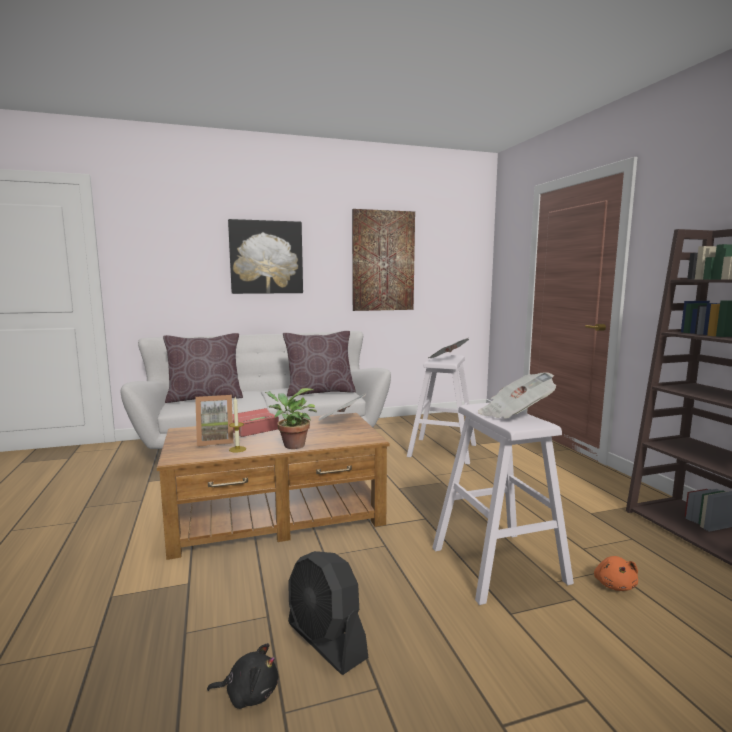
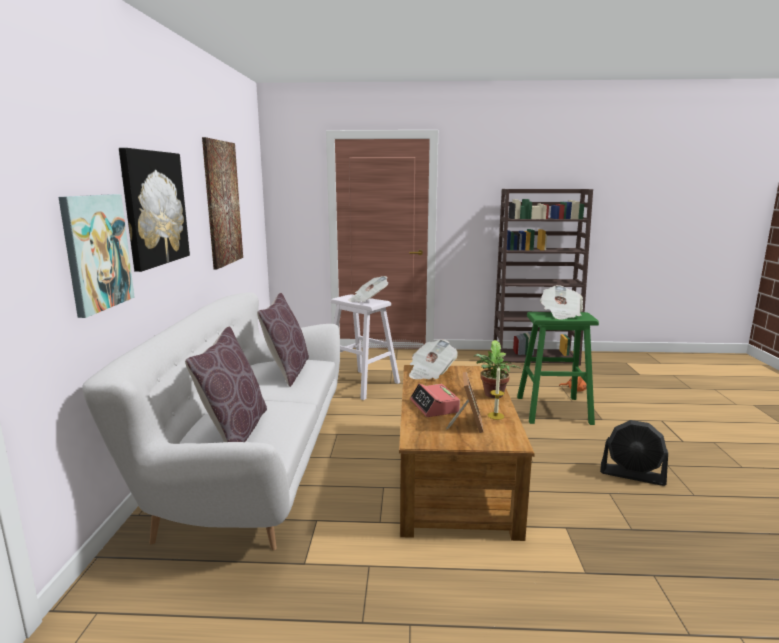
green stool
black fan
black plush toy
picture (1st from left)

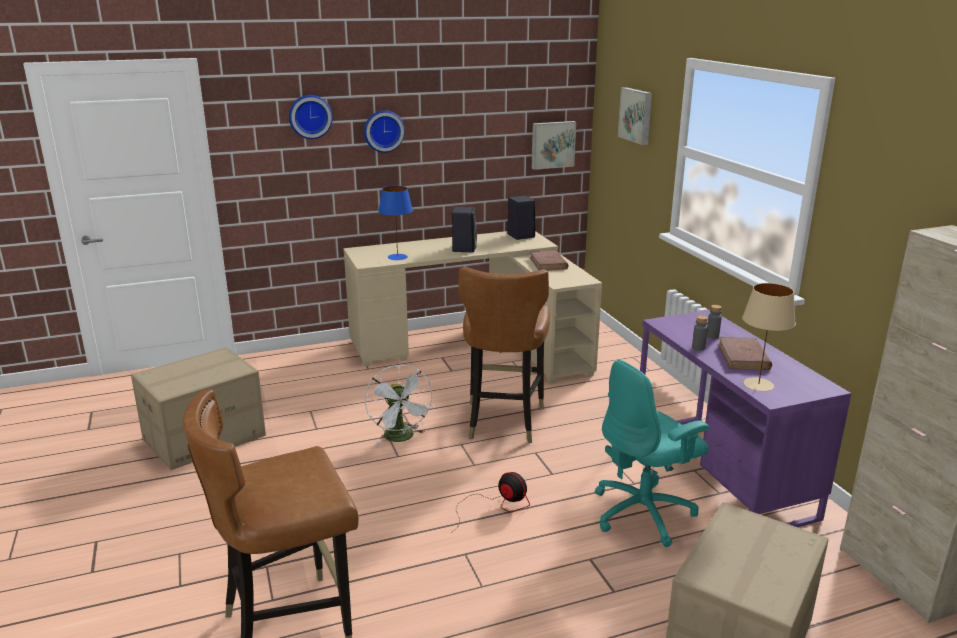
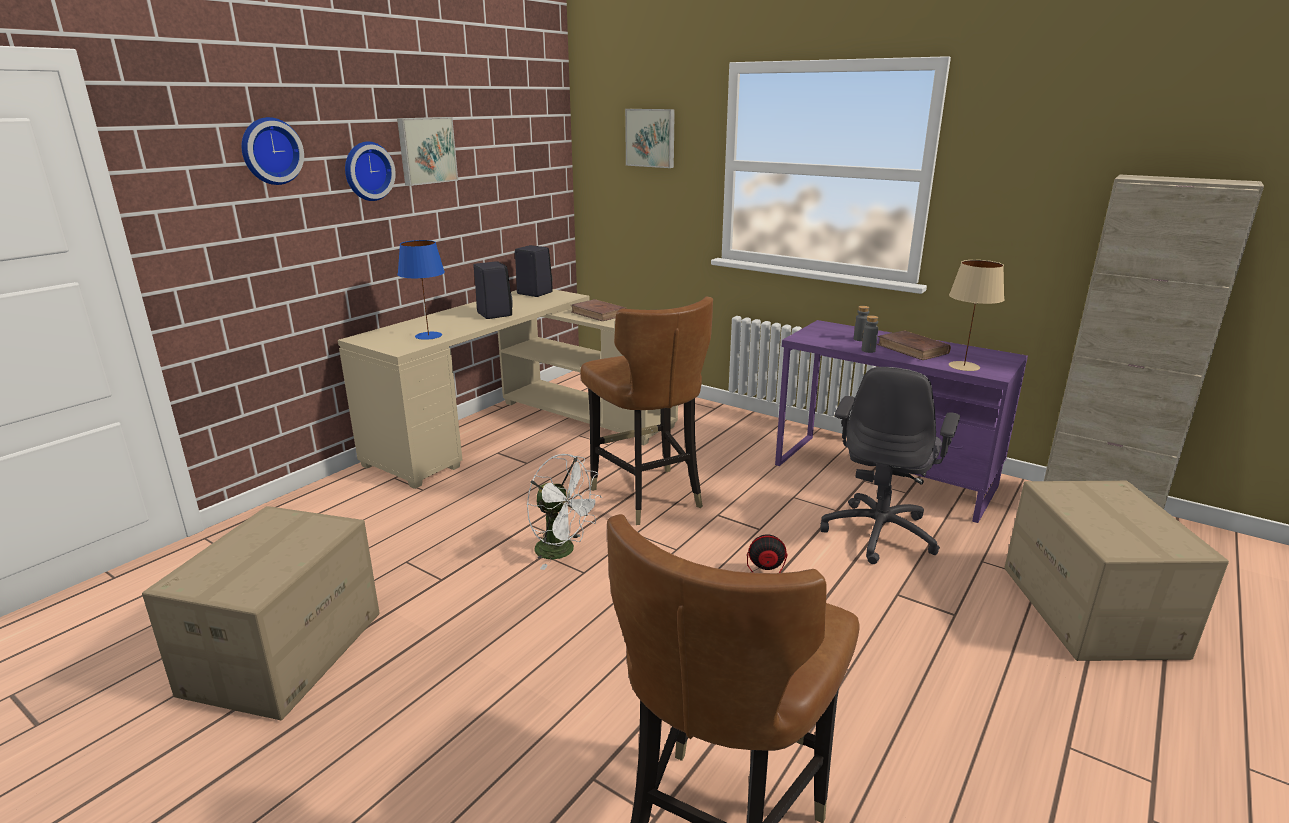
picture (1st from left)
grey office chair

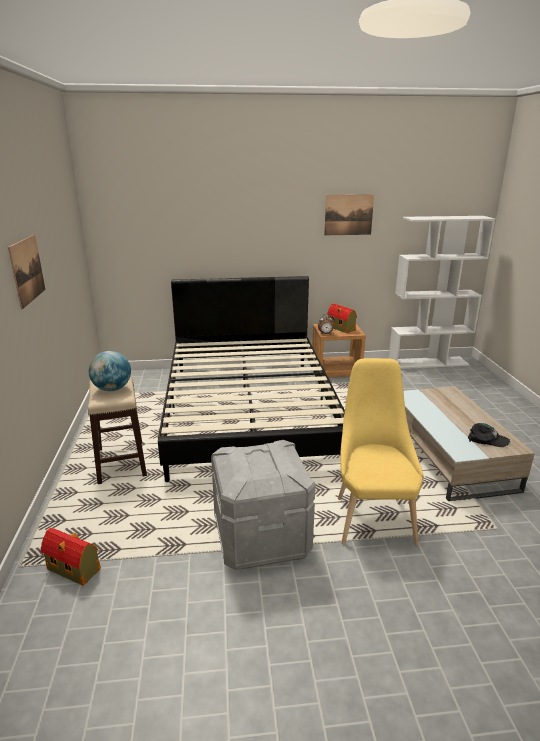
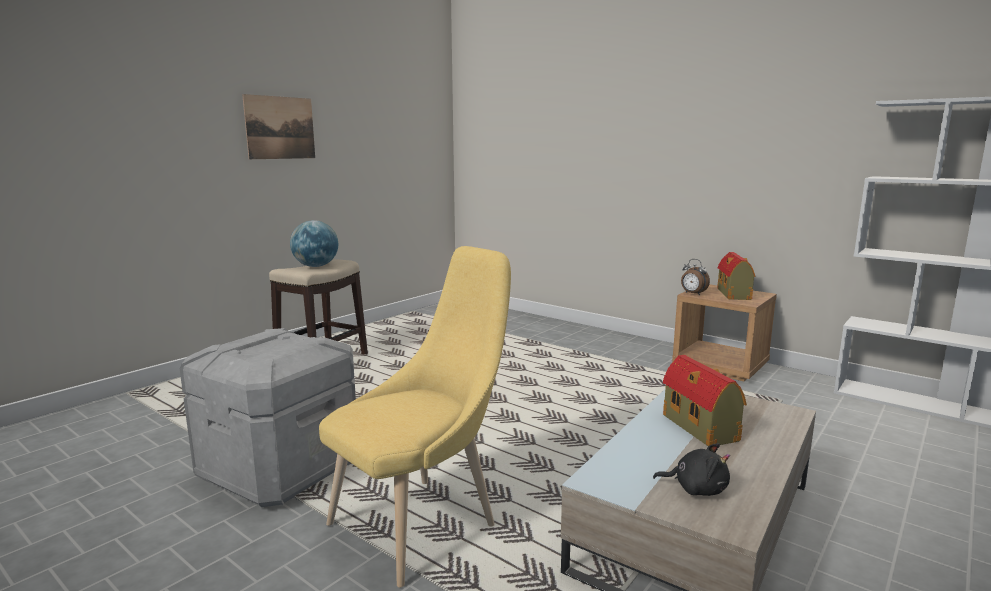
picture (2nd from left in the first image)
black bed
black plush toy
toy house (1st from left)

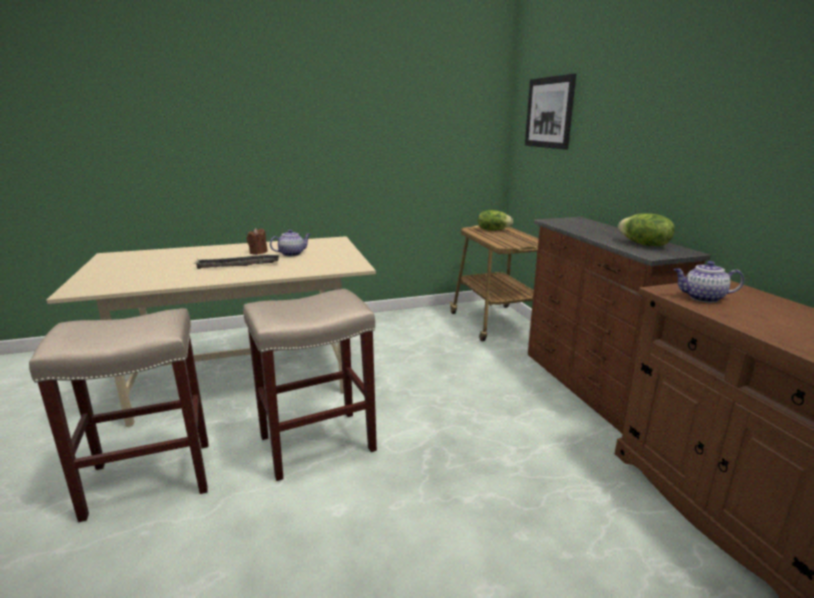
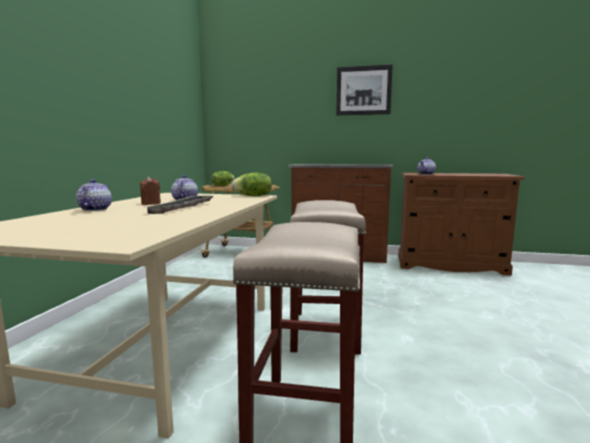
picture
lettuce (2nd from left)
teapot (1st from left)

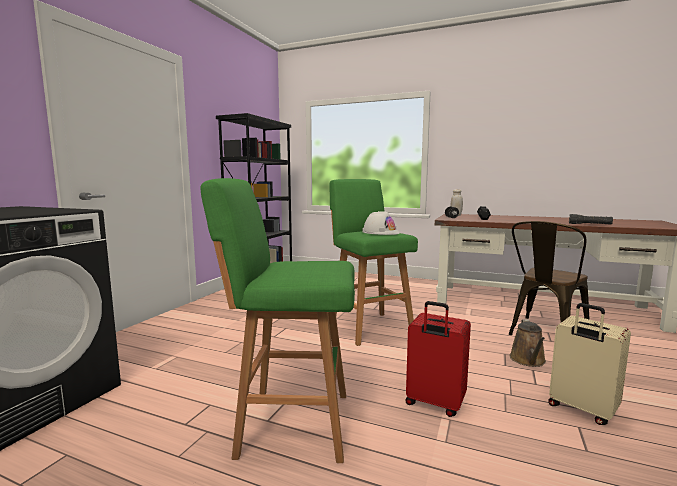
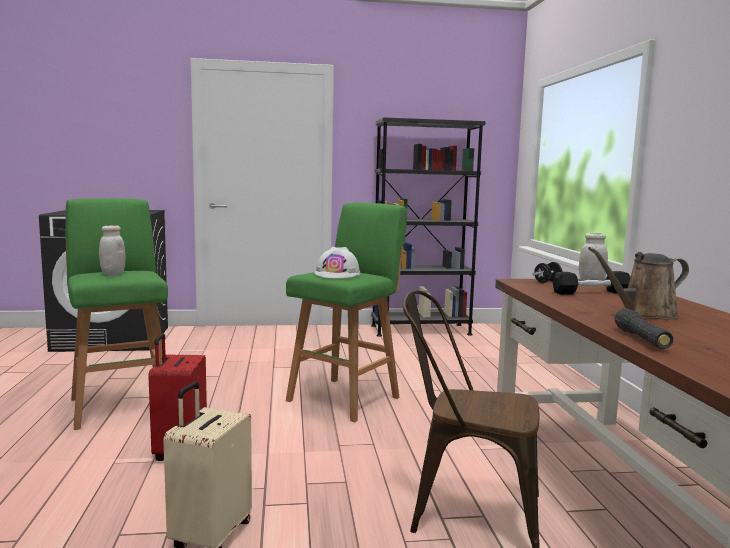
brown watering can
white jar (1st from left)

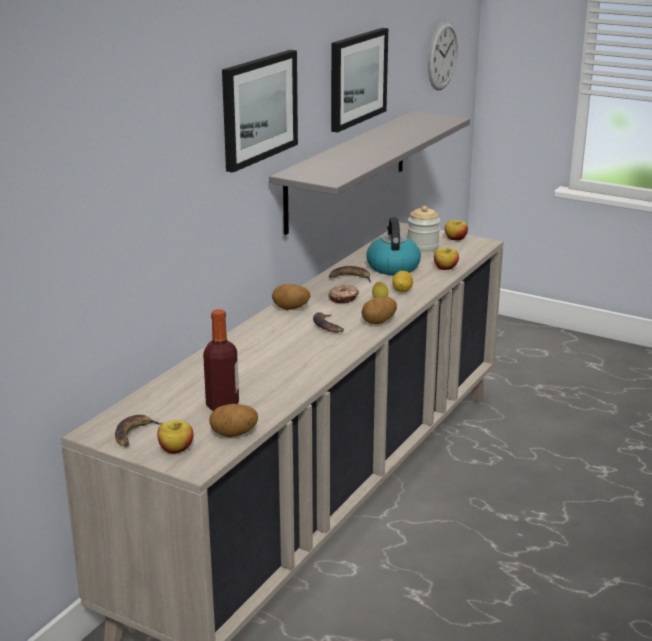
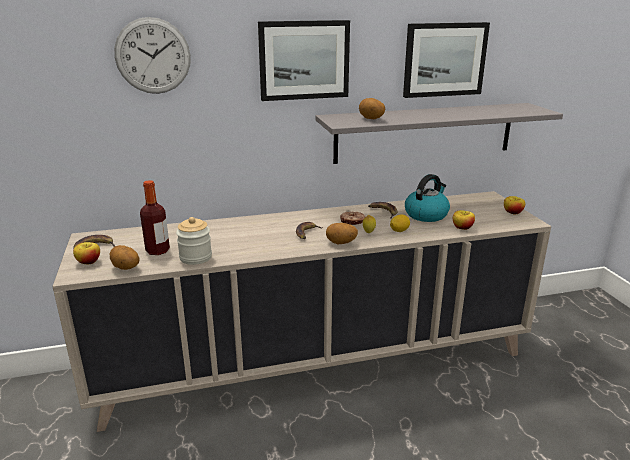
wall clock
jar
potato (3rd from left)

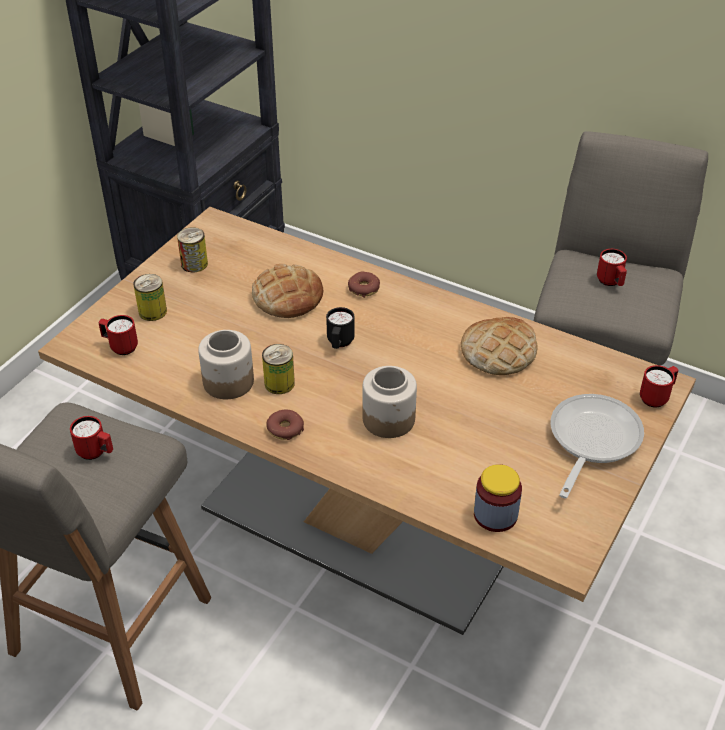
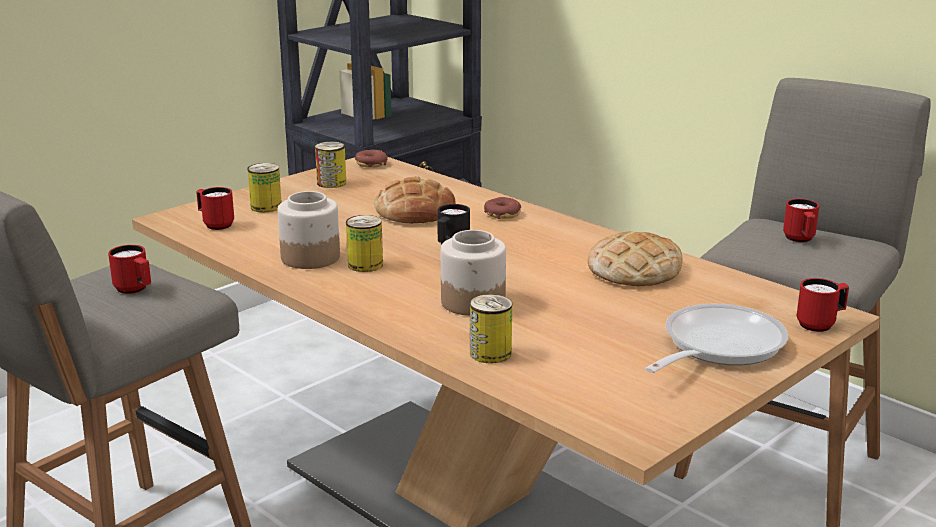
donut (1st from left)
jar (3rd from left in the first image)
can (4th from left)

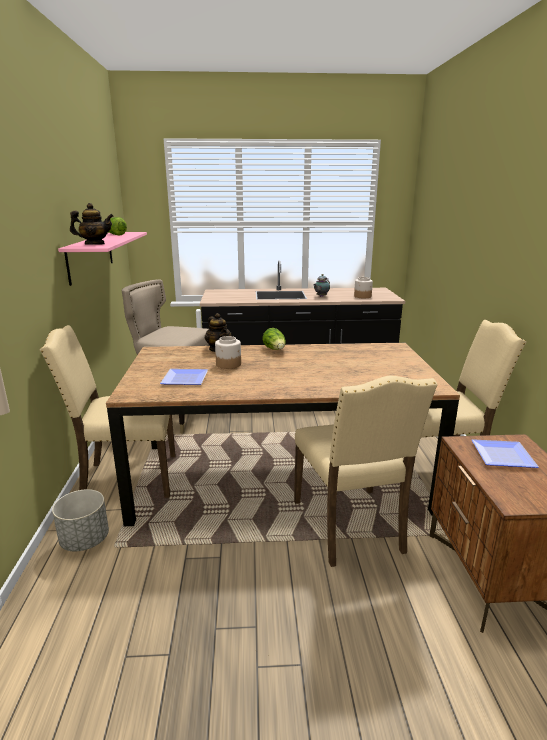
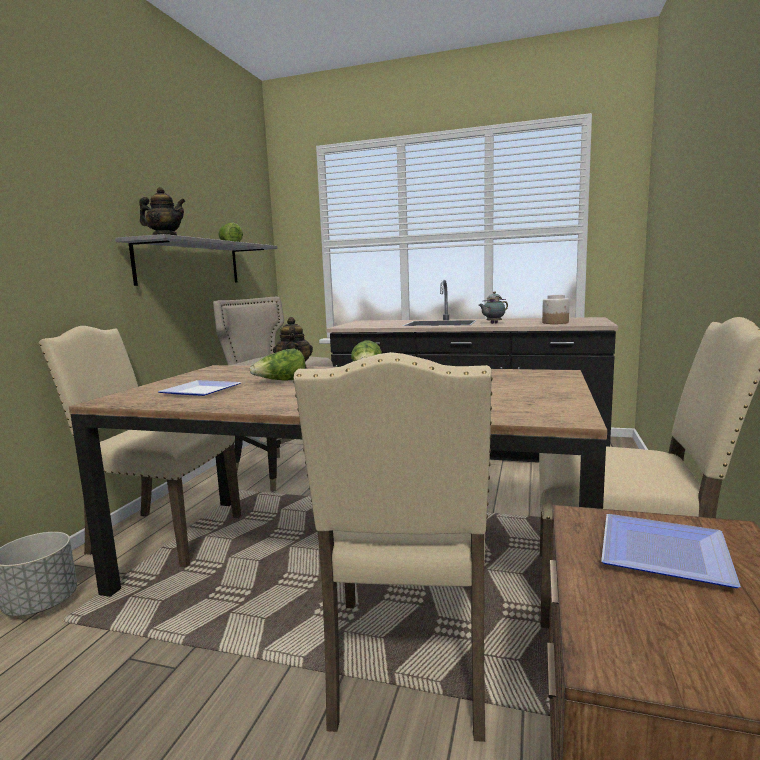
grey shelf
lettuce (2nd from left)

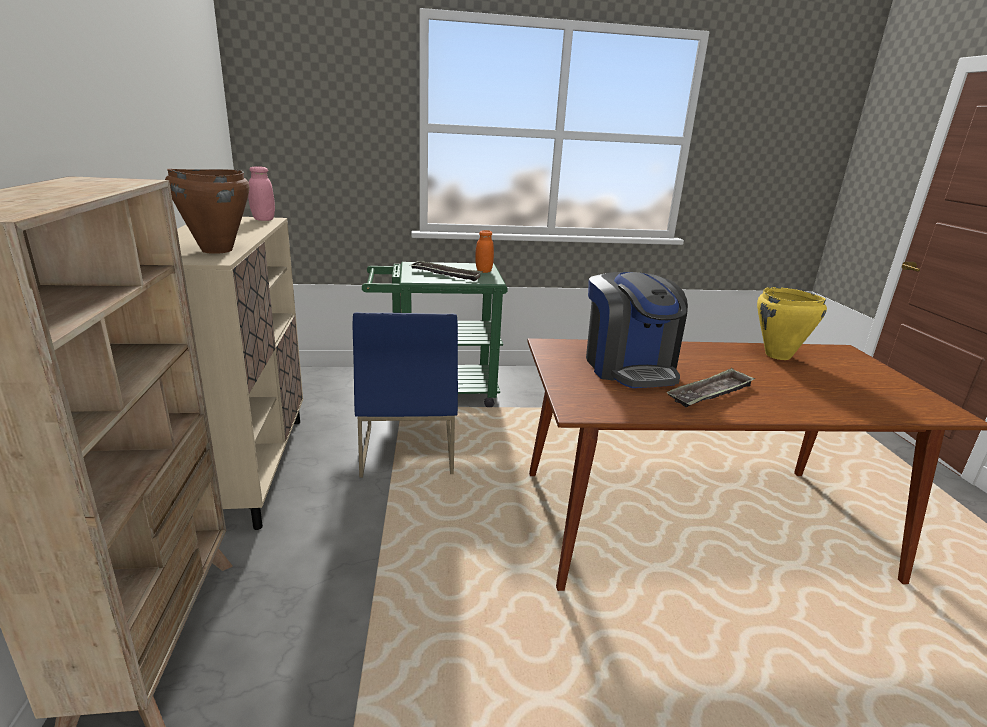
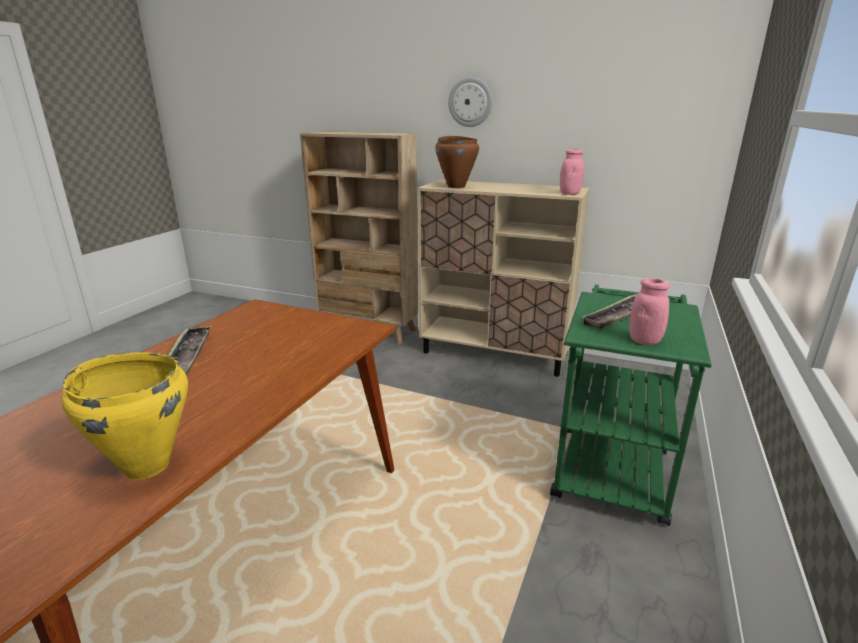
pink jar (2nd from left)
coffee machine
blue chair
wall clock

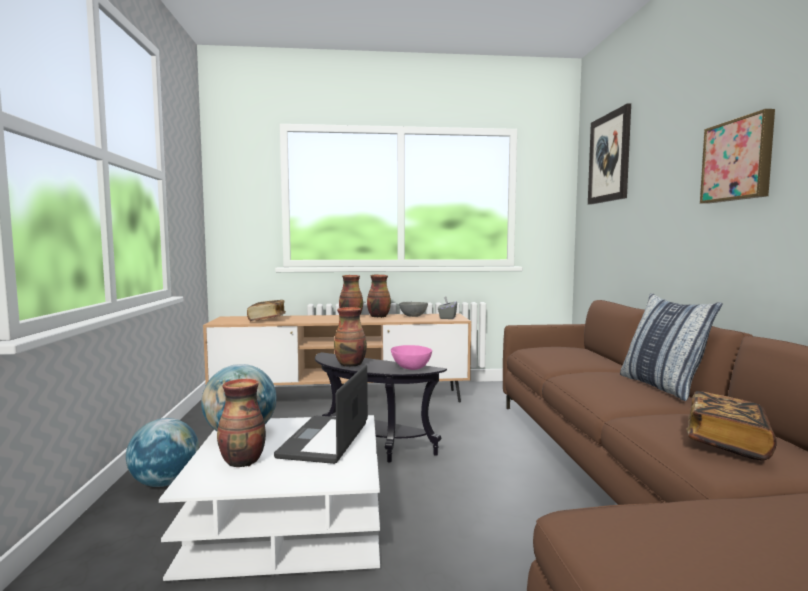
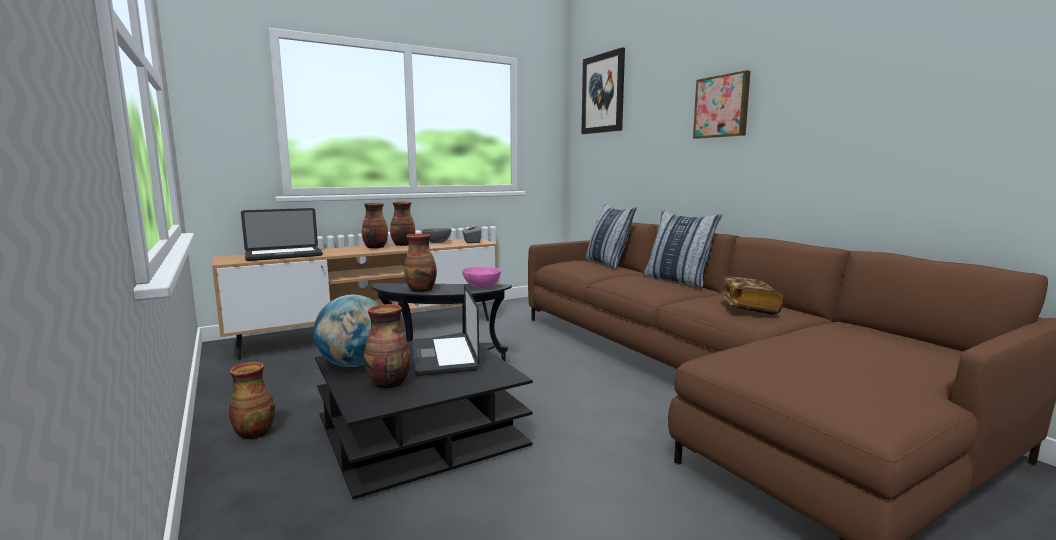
laptop (1st from left)
black coffee table
vase (1st from left)
pillow (1st from left)

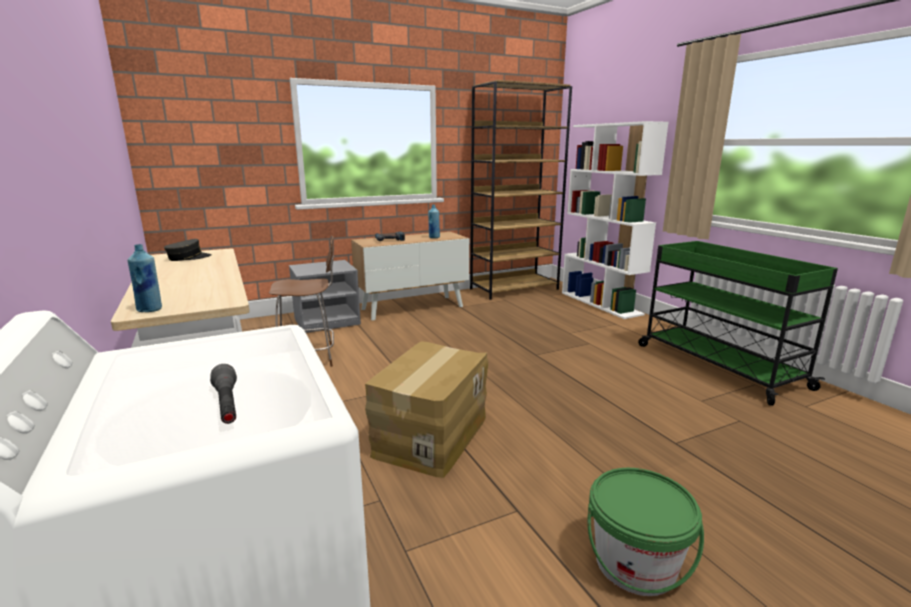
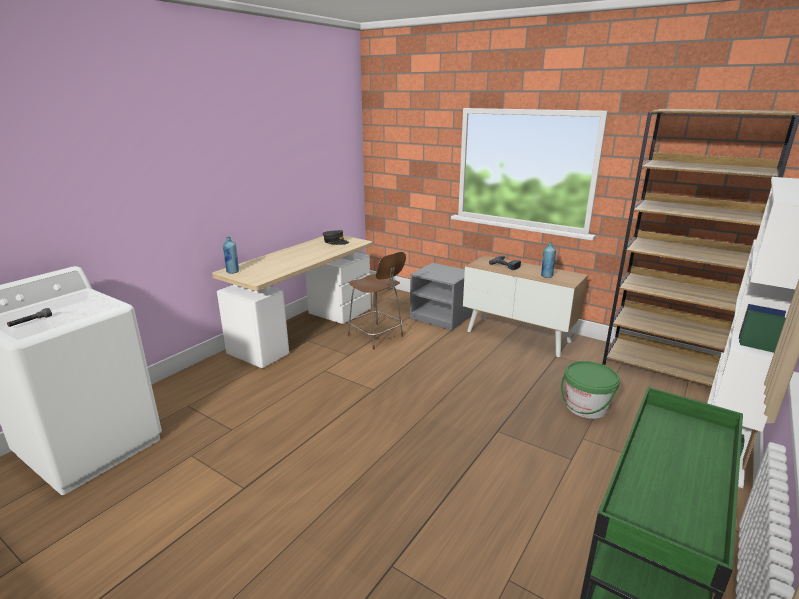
cardboard box
green bucket

